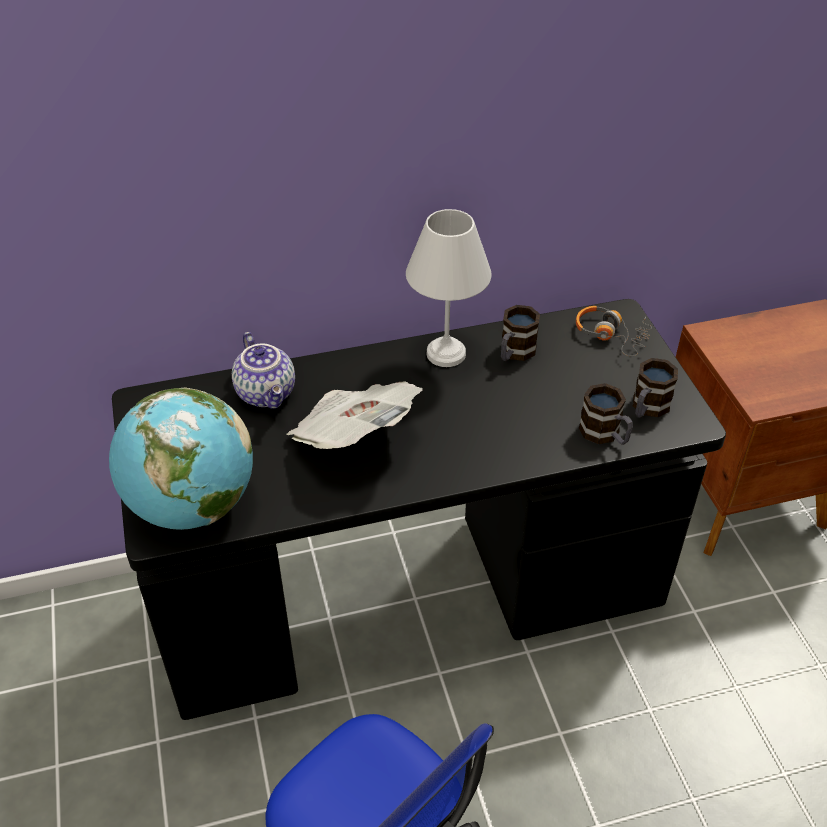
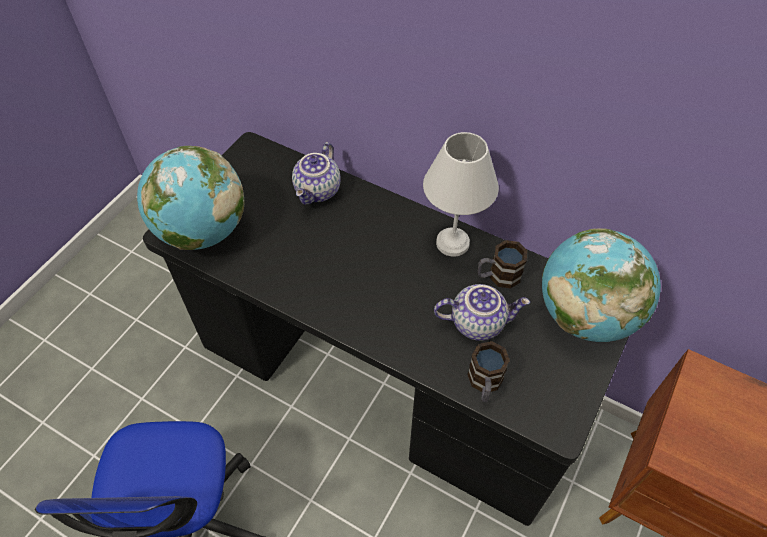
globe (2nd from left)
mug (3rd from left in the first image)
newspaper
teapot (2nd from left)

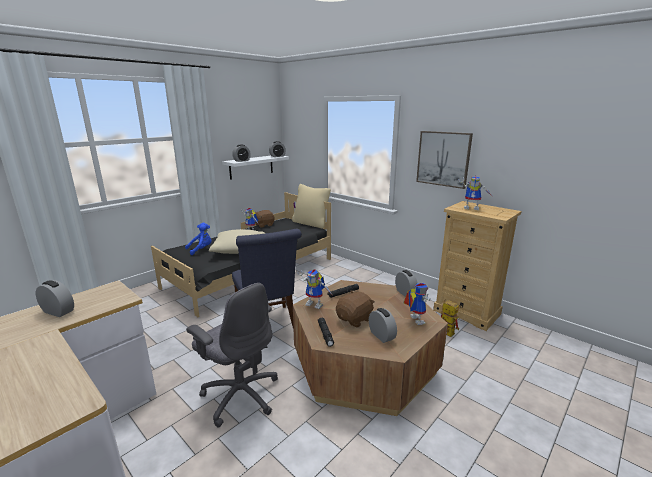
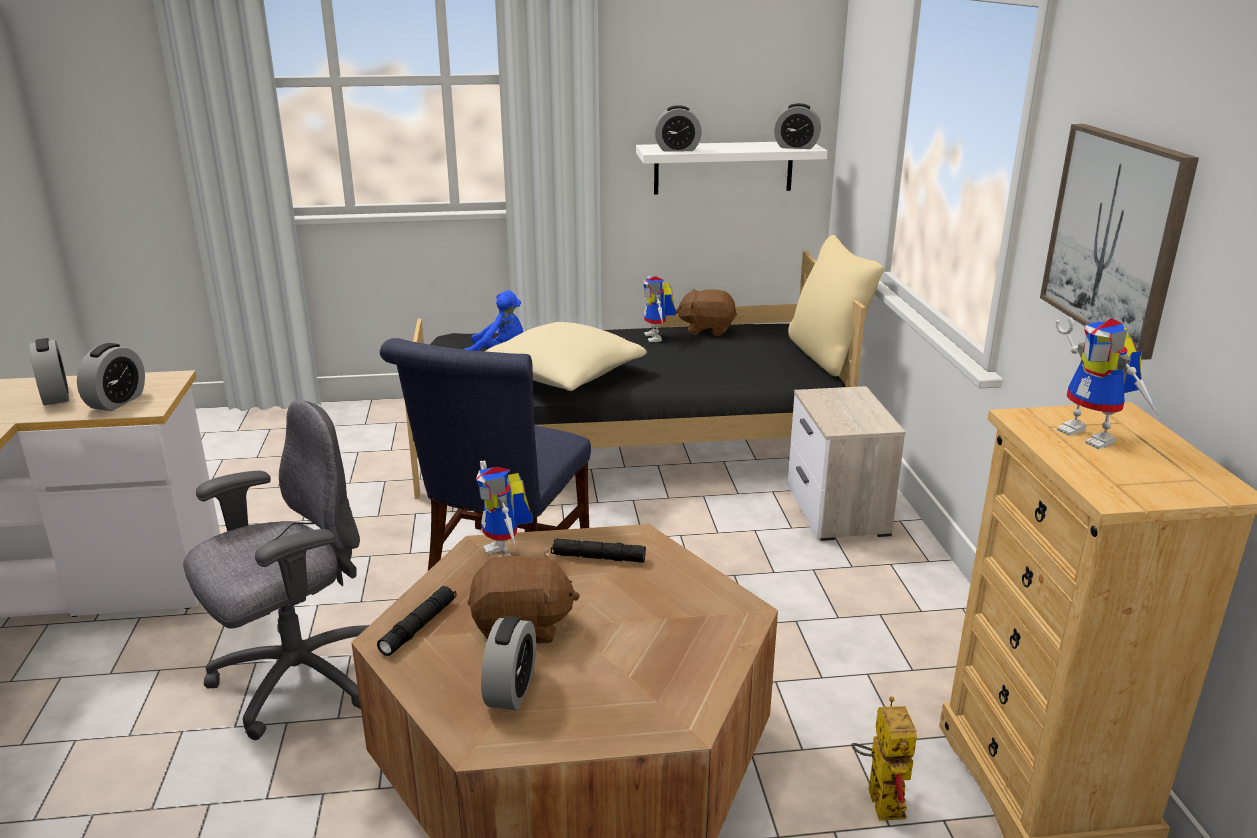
alarm clock (2nd from left)
grey office chair
toy robot (3rd from left in the first image)
nightstand

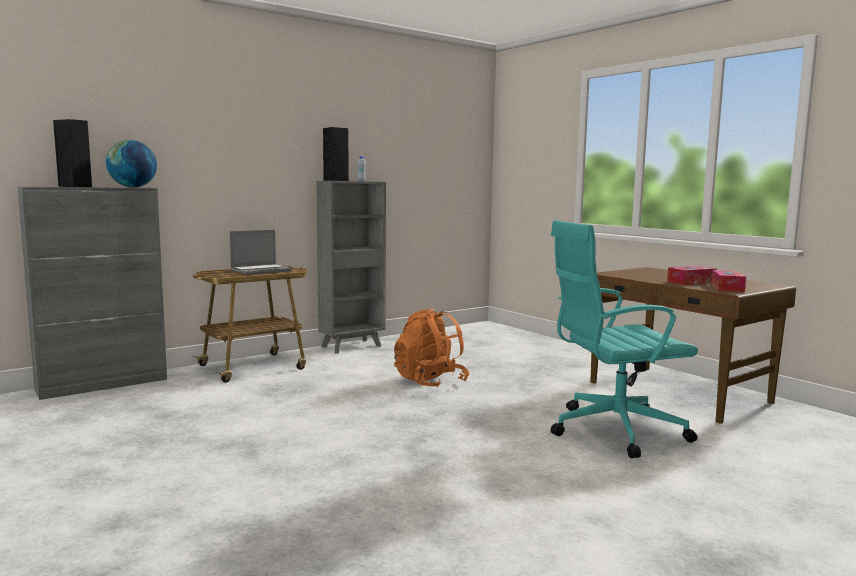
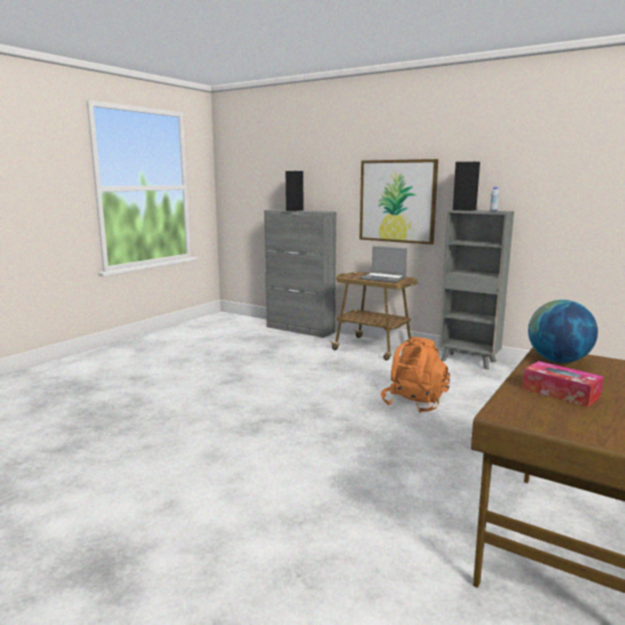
globe
turquoise office chair
tissue box (2nd from left in the first image)
picture

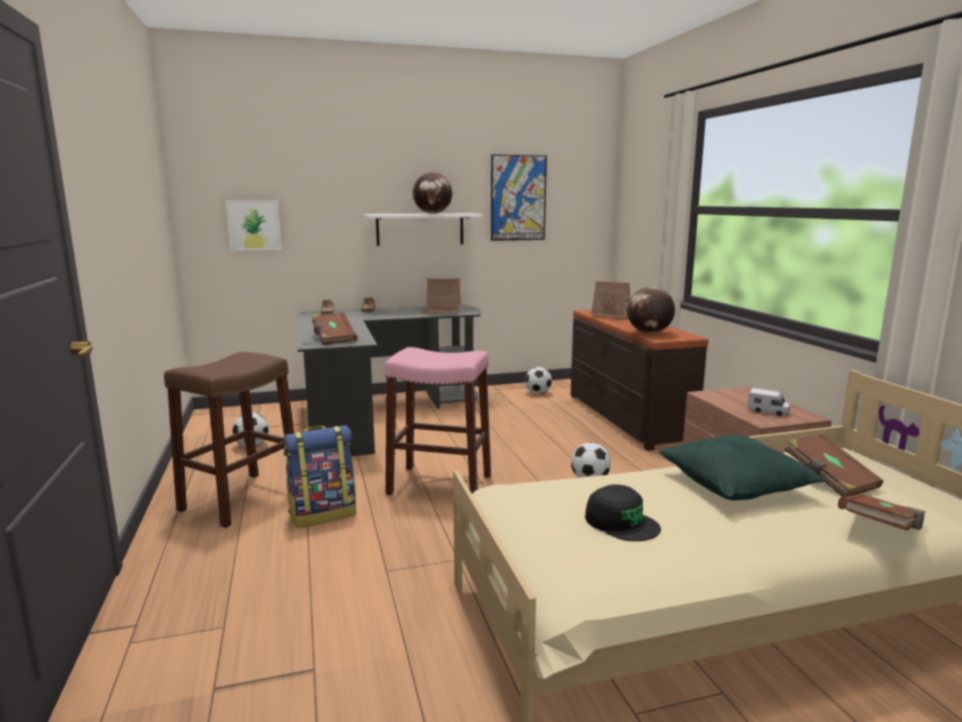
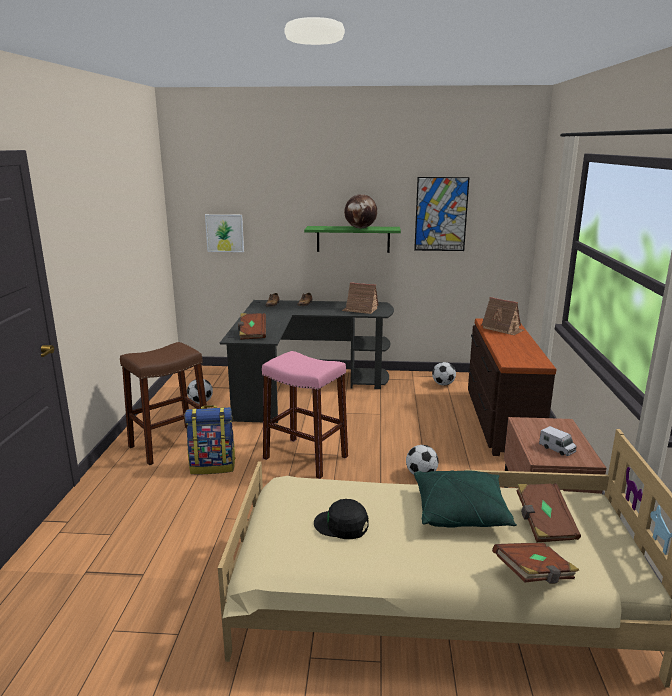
green shelf
globe (2nd from left in the first image)
black cap

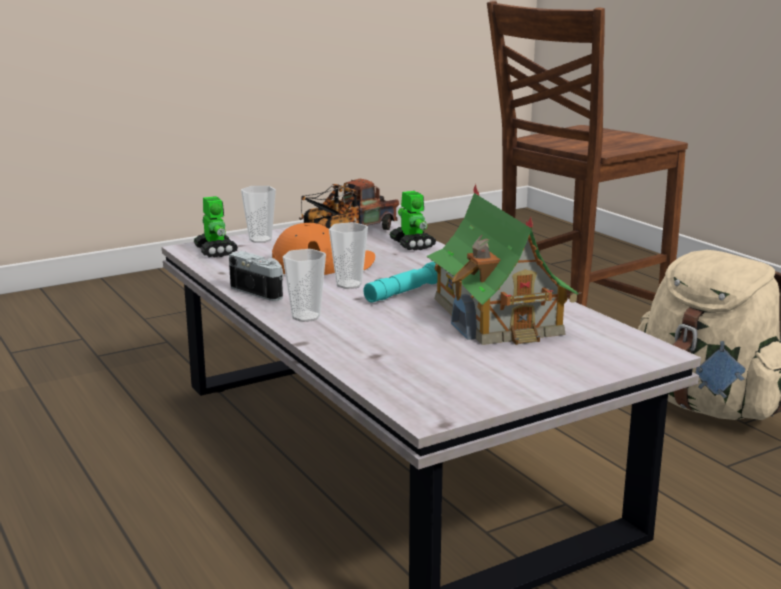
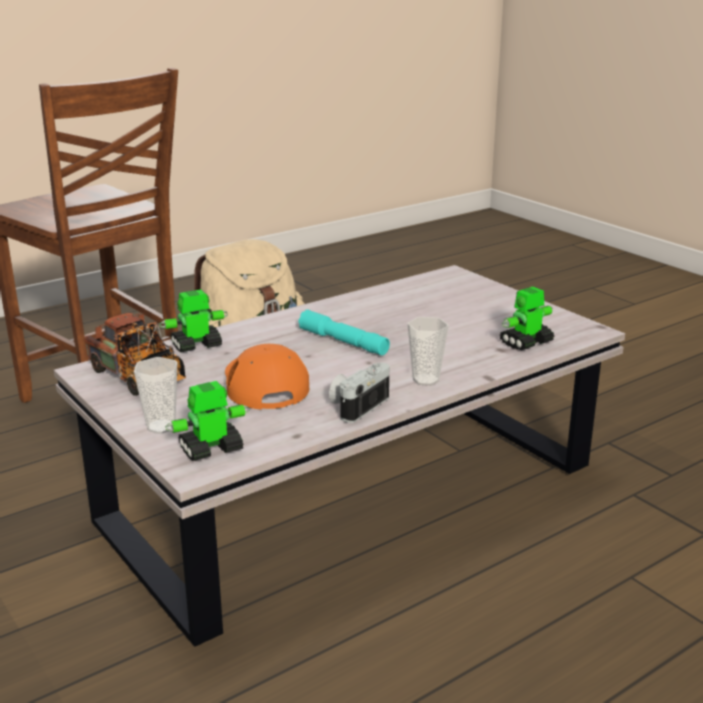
toy house
cup (3rd from left in the first image)
toy robot (3rd from left)

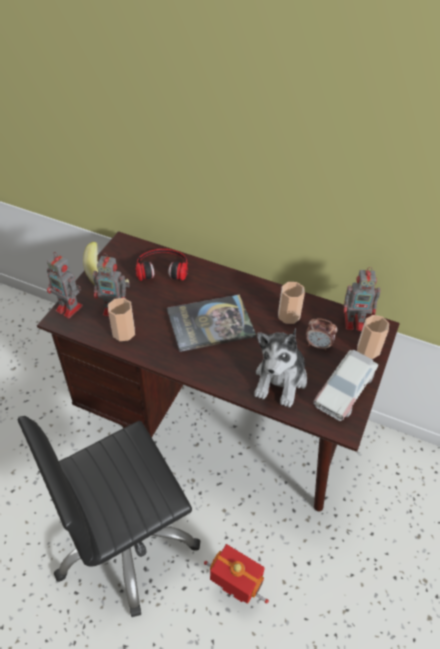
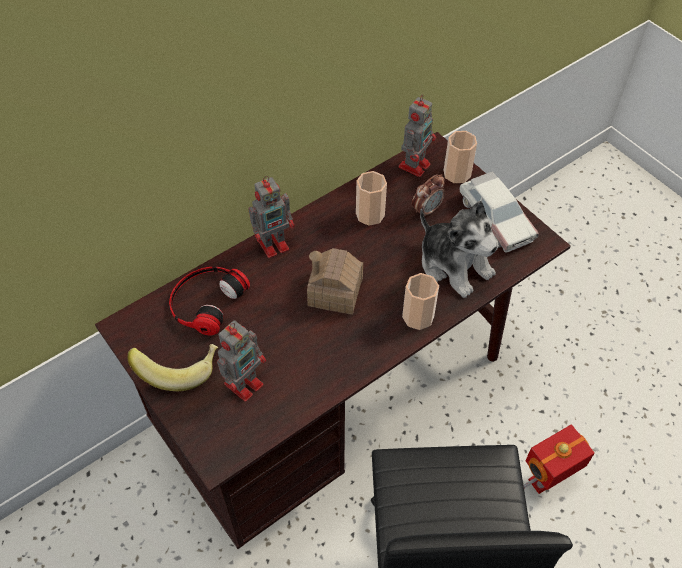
toy robot (2nd from left)
toy house
cup (2nd from left)

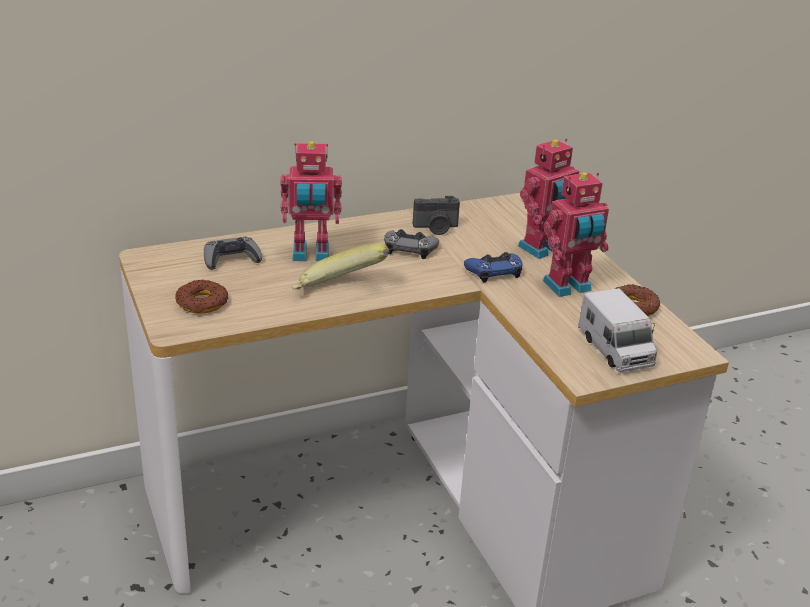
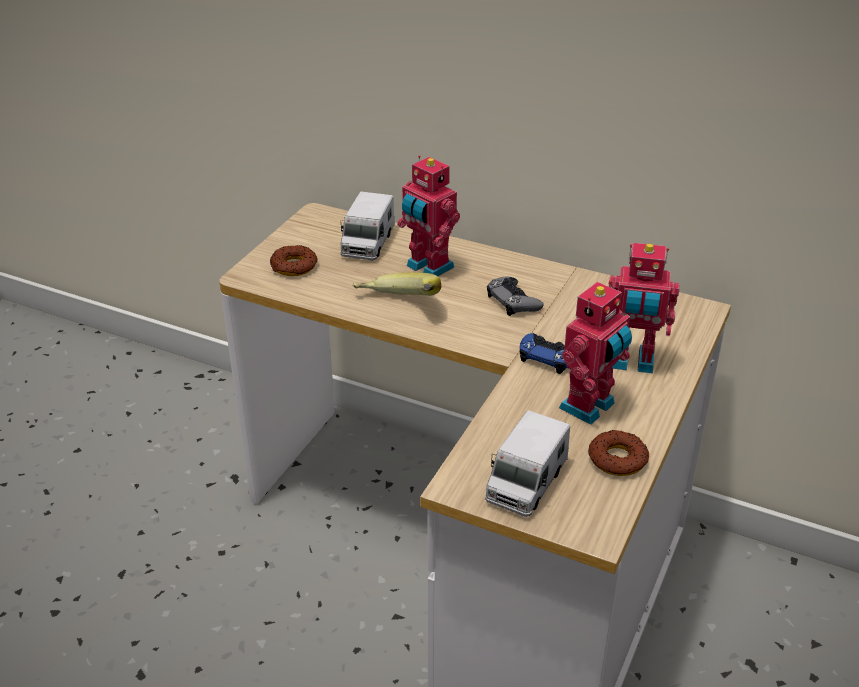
toy robot (2nd from left)
photo camera
toy truck (1st from left)

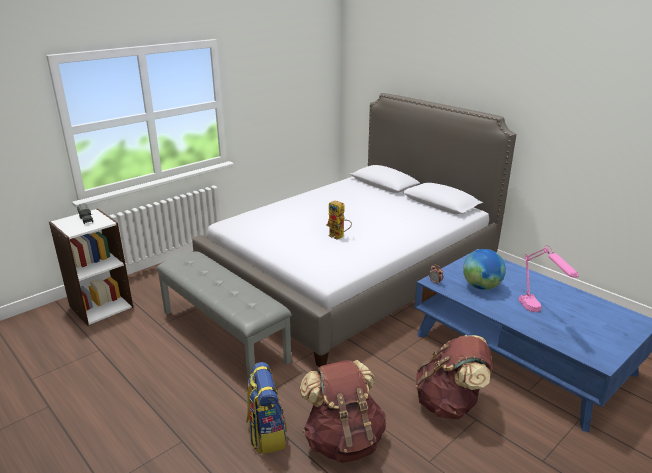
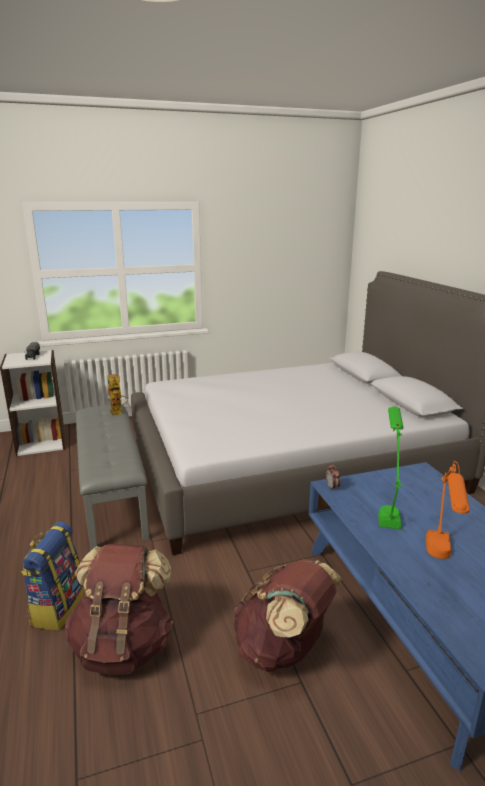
toy robot
orange table lamp
green table lamp

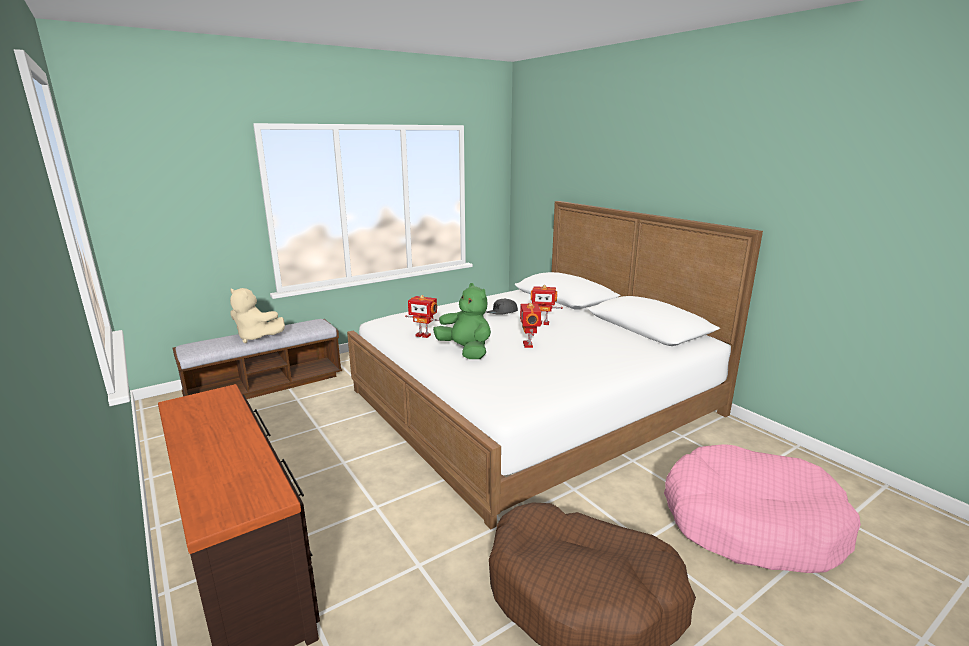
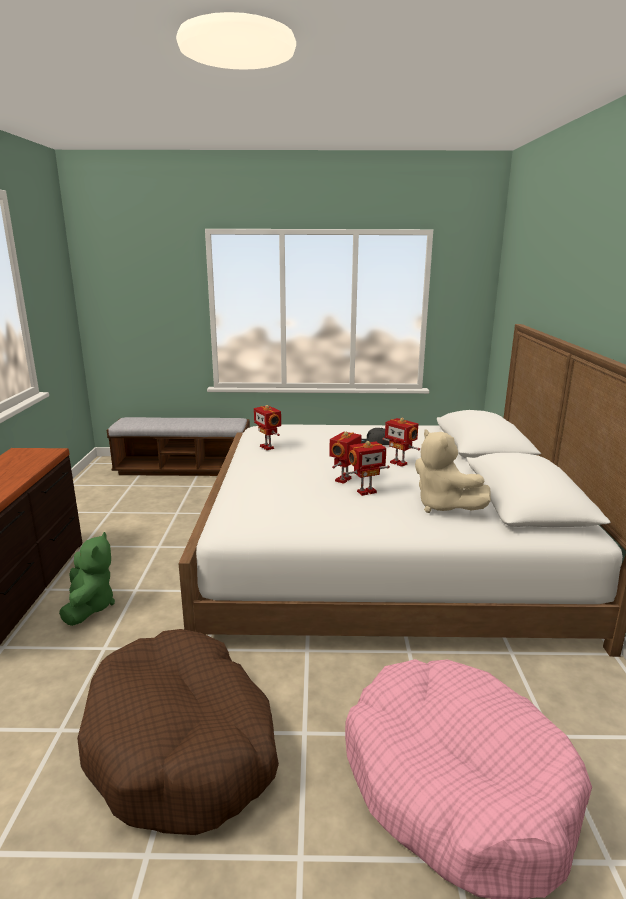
green plush toy
beige plush toy
toy robot (3rd from left)

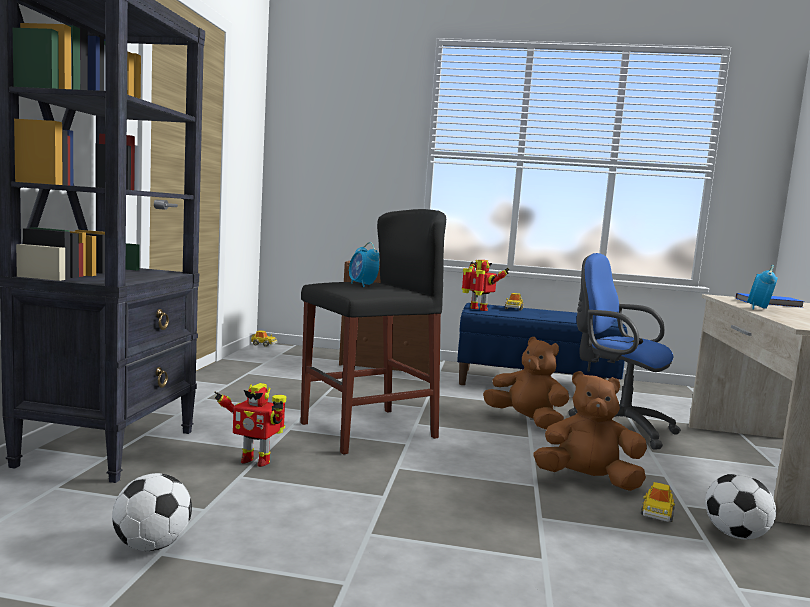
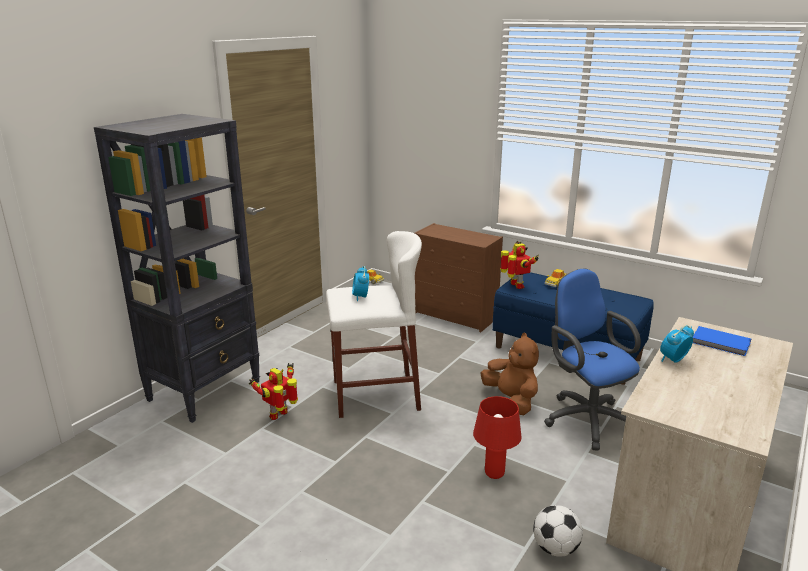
white stool
red table lamp
toy robot (1st from left)
football (1st from left in the first image)
toy car (3rd from left in the first image)

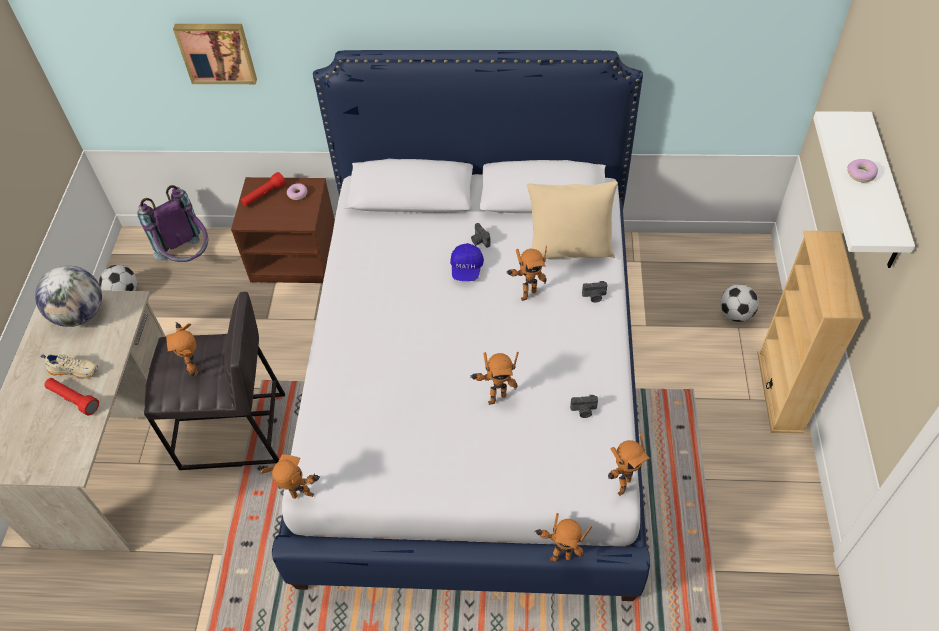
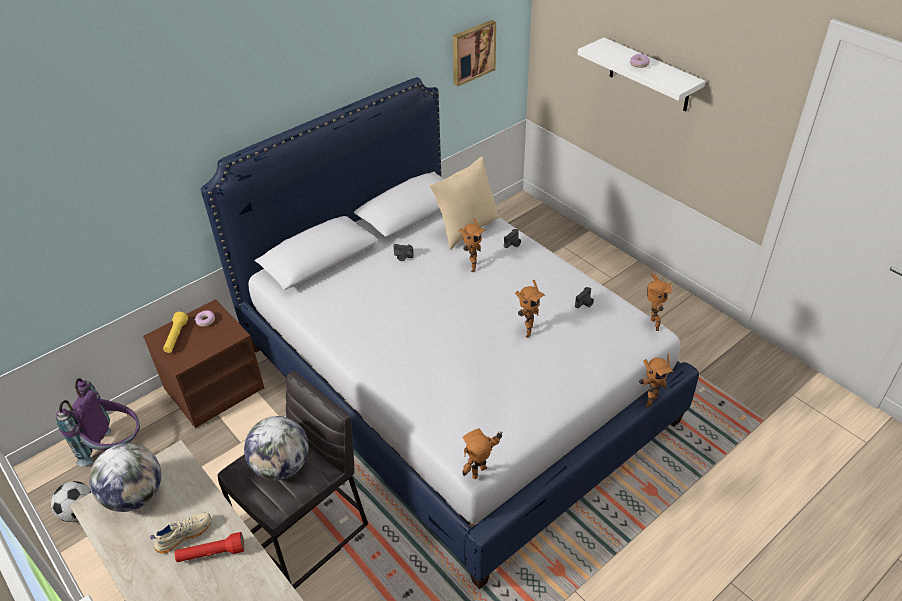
picture
yellow flashlight
beige bookcase
blue cap
football (2nd from left in the first image)
globe (2nd from left)

